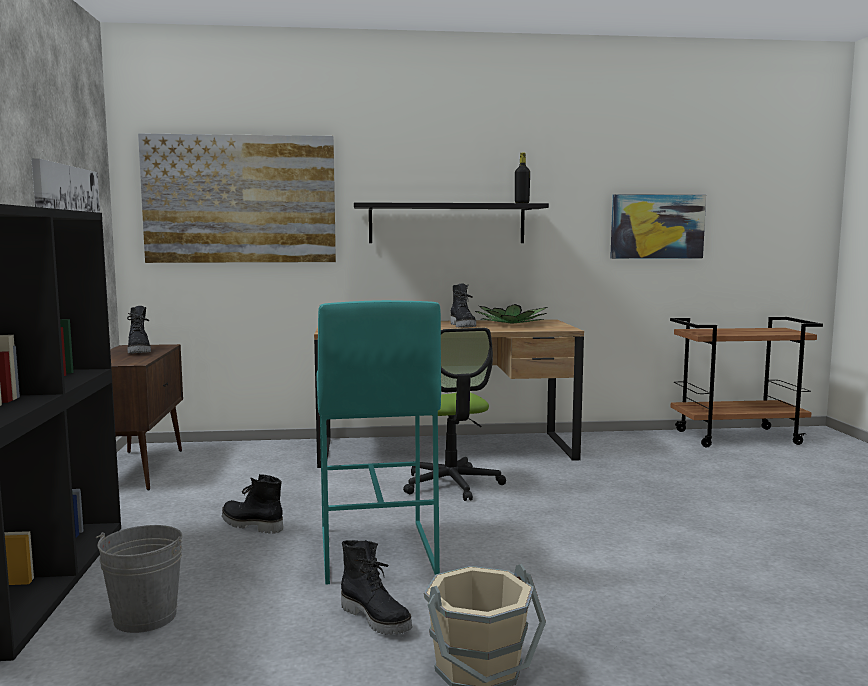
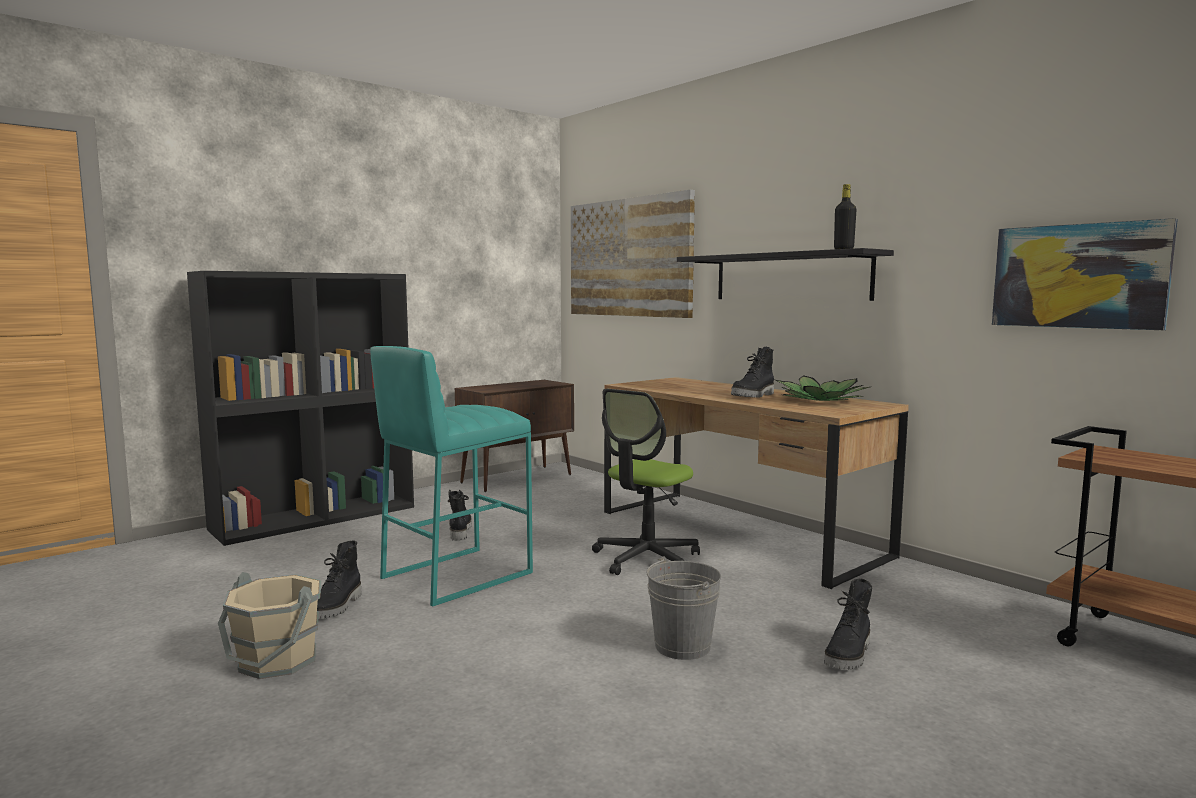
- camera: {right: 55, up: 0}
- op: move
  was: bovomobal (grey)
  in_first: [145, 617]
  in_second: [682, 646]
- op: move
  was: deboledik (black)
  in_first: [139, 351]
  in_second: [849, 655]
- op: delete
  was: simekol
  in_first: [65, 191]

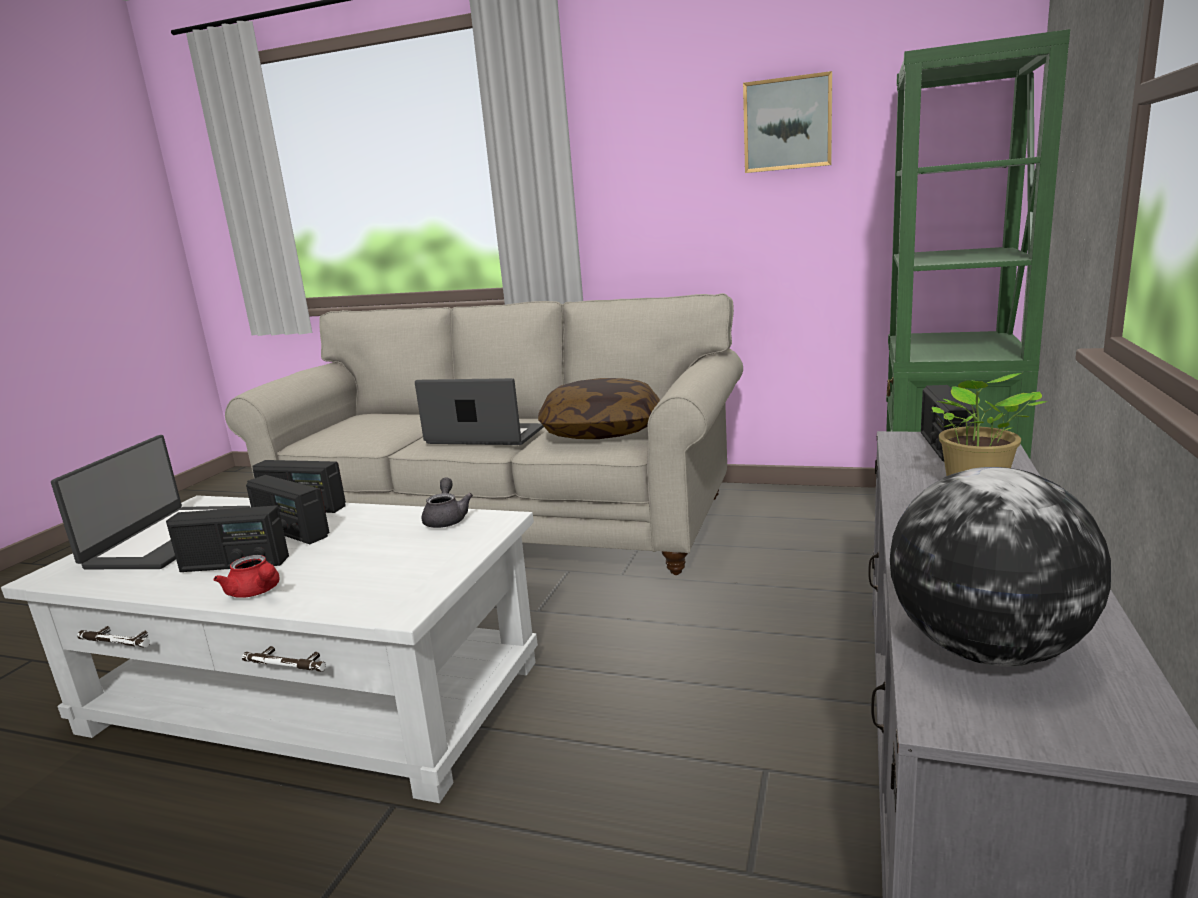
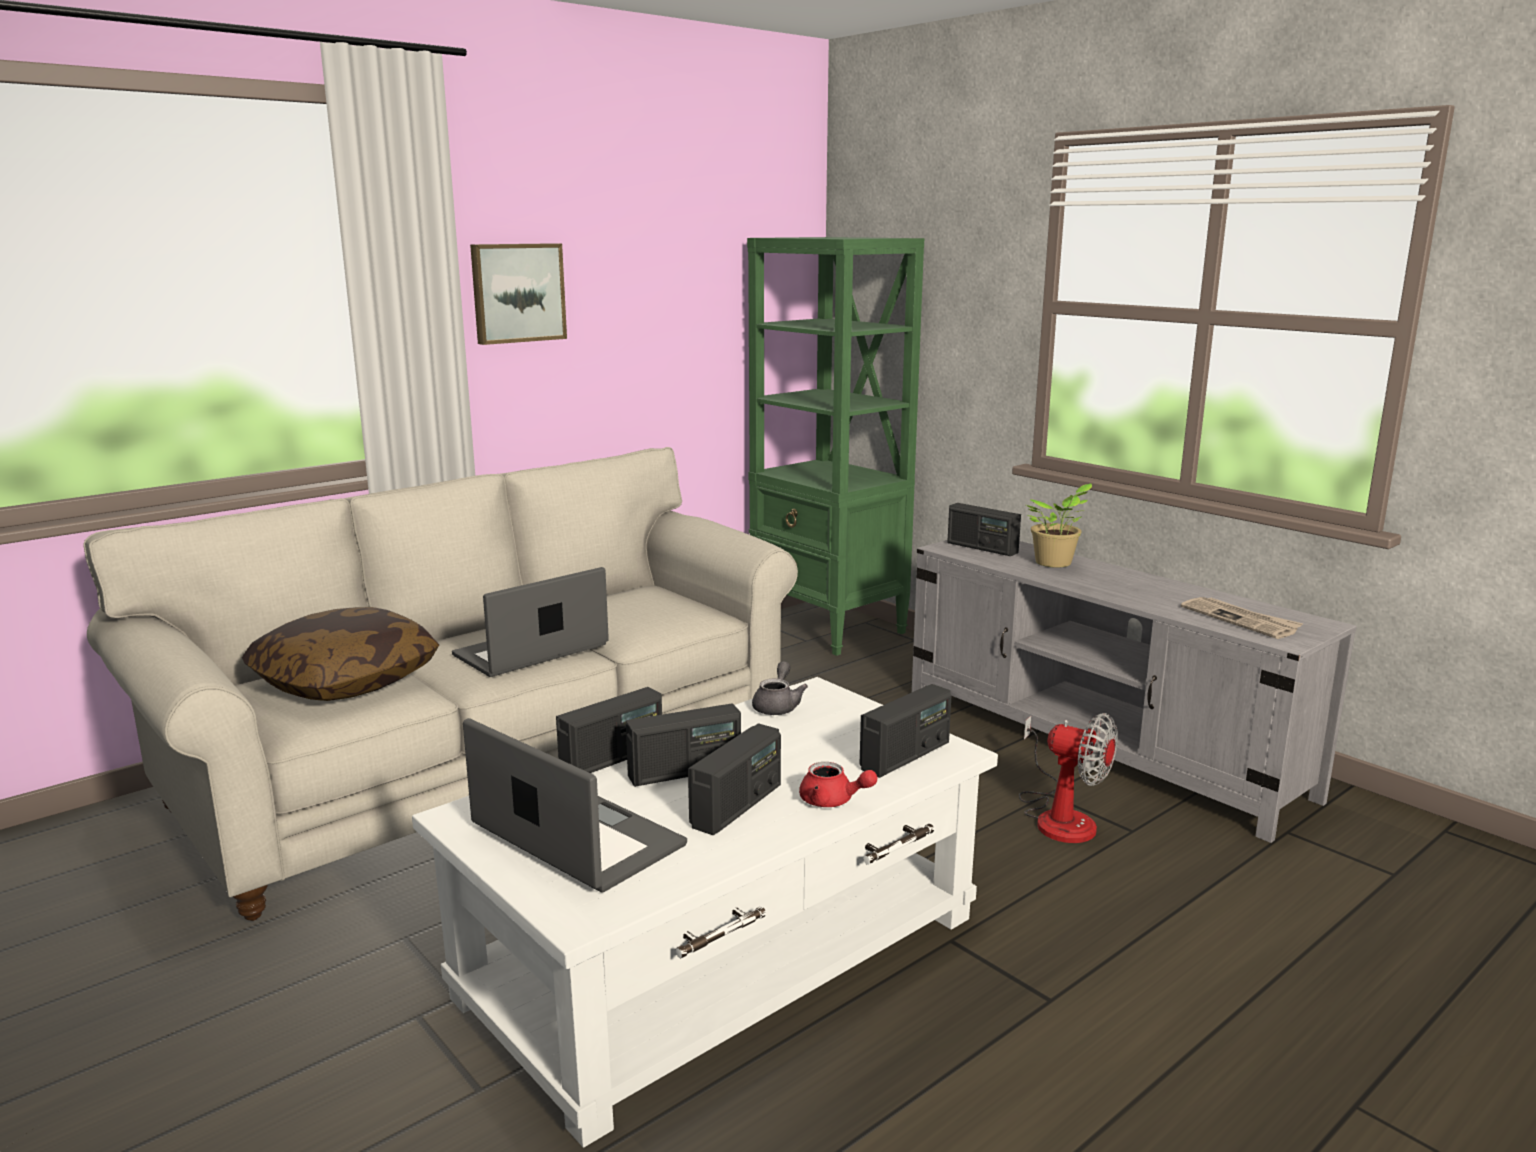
- camera: {right: -60, up: 0}
- op: move
  was: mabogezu
  in_first: [601, 430]
  in_second: [346, 681]
- op: move
  was: simekol
  in_first: [787, 124]
  in_second: [517, 293]
- op: rotate
  was: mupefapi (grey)
  in_first: [447, 519]
  in_second: [777, 706]
  clockwise: 75
- op: rotate
  was: mupefapi (red)
  in_first: [256, 592]
  in_second: [833, 801]
  clockwise: 45
- op: insert
  now: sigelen
  in_second: [906, 756]
- op: insert
  now: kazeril
  in_second: [1059, 816]
- op: replace
  was: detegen
  now: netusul
  in_first: [988, 650]
  in_second: [1241, 620]

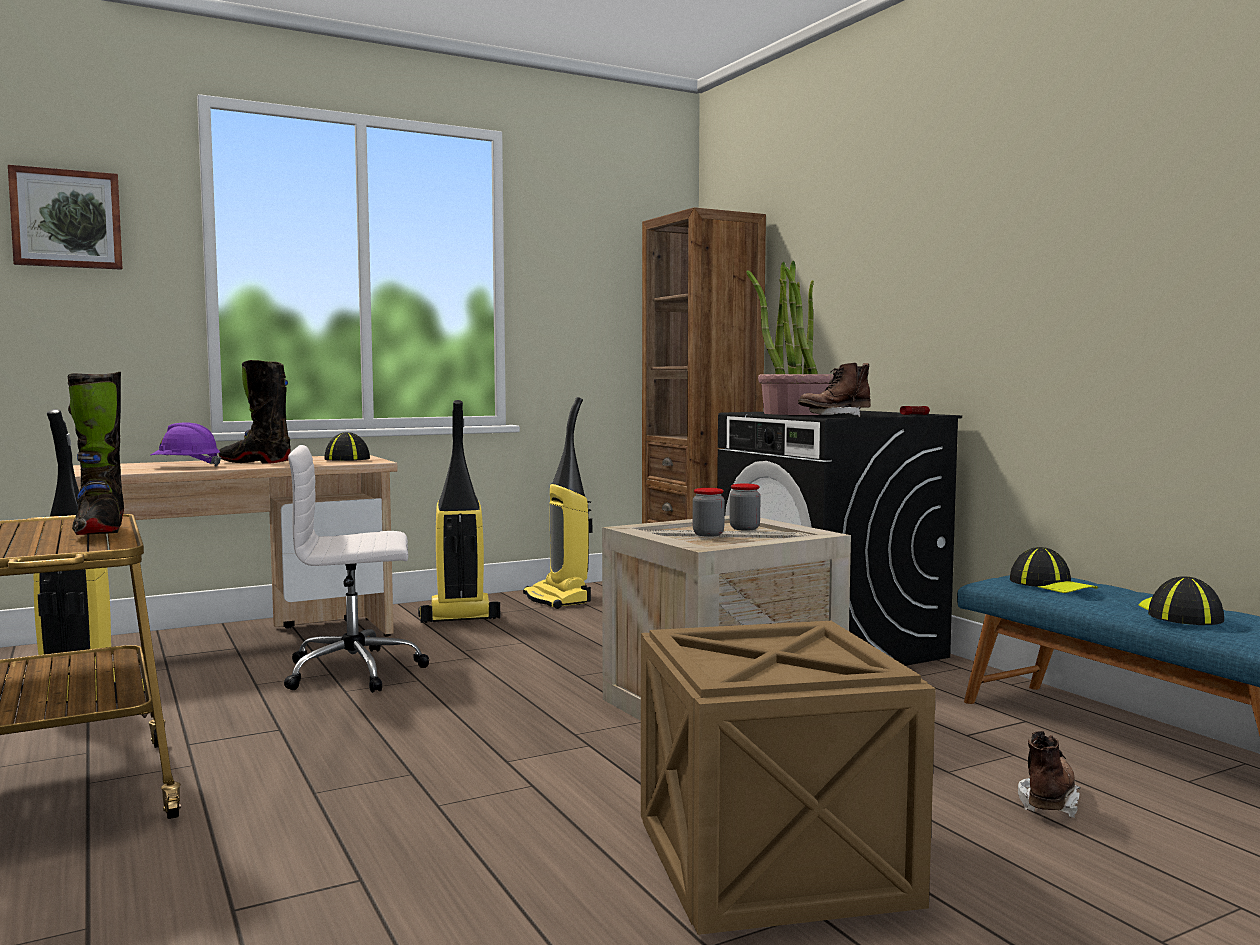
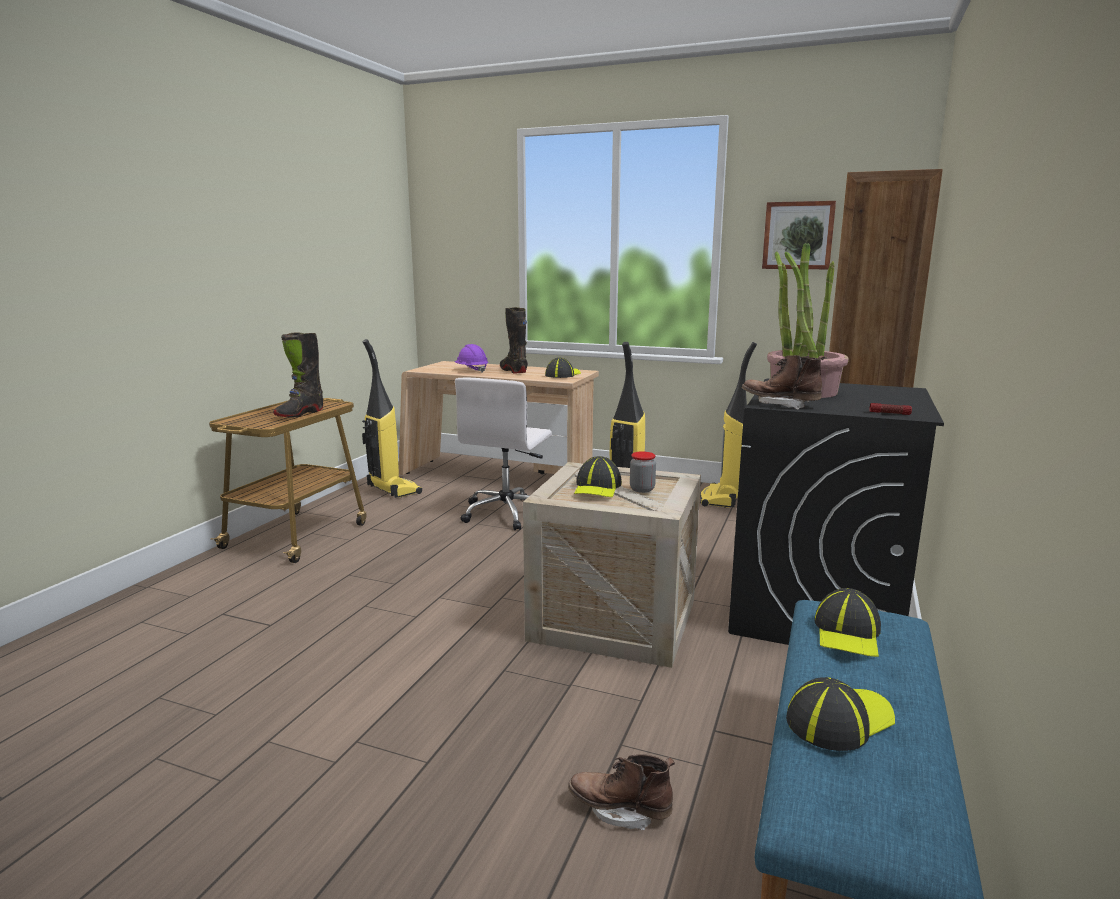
- camera: {right: 50, up: 10}
- op: rotate
  was: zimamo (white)
  in_first: [356, 671]
  in_second: [507, 513]
  clockwise: -105
- op: rotate
  was: deboledik (brown)
  in_first: [1048, 801]
  in_second: [620, 810]
  clockwise: -150
- op: replace
  was: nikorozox
  now: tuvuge
  in_first: [708, 534]
  in_second: [597, 487]
- op: move
  was: simekol
  in_first: [66, 219]
  in_second: [798, 235]
- op: delete
  was: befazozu
  in_first: [772, 866]

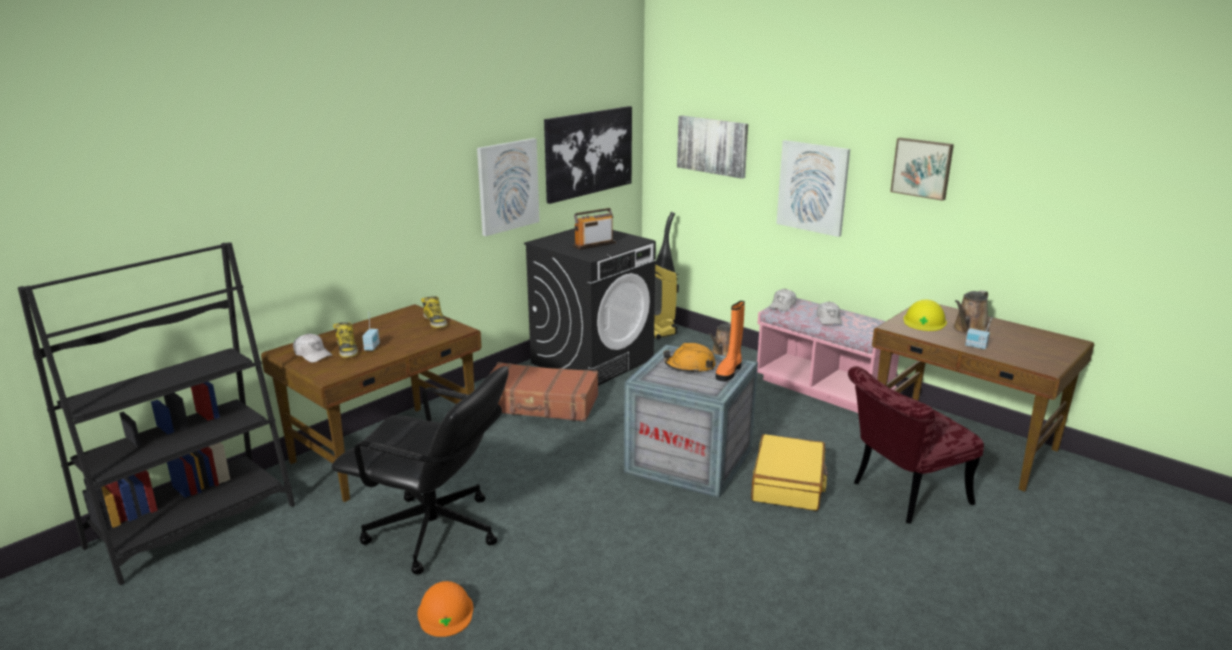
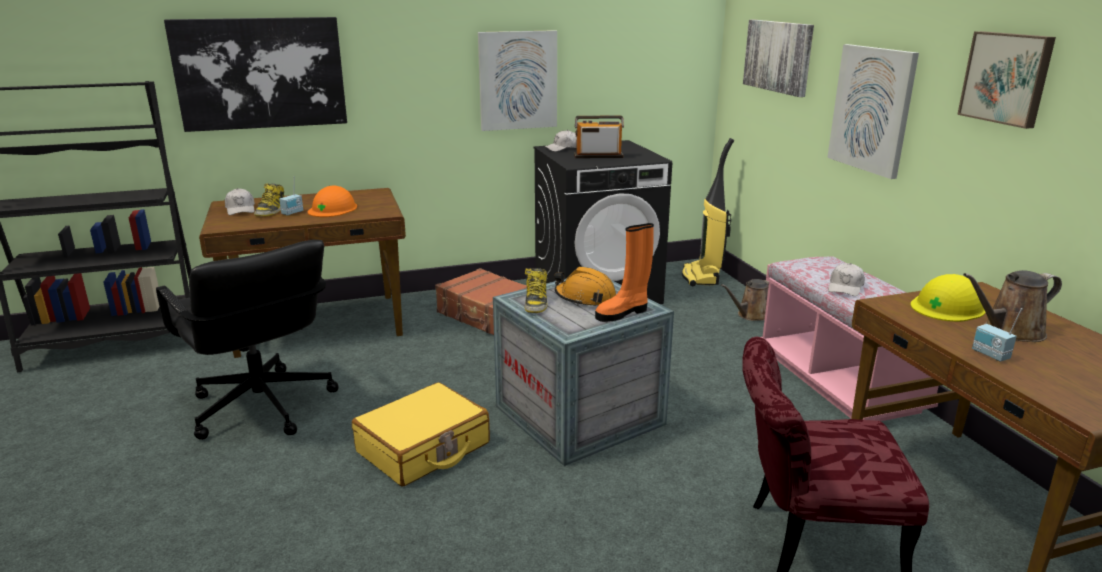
- camera: {right: 30, up: 0}
- op: move
  was: simekol
  in_first: [588, 153]
  in_second: [260, 73]
- op: move
  was: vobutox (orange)
  in_first: [445, 612]
  in_second: [333, 209]
- op: move
  was: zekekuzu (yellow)
  in_first: [788, 484]
  in_second: [423, 448]
- op: move
  was: deboledik
  in_first: [435, 321]
  in_second: [536, 302]
- op: move
  was: tuvuge (white)
  in_first: [782, 305]
  in_second: [563, 148]

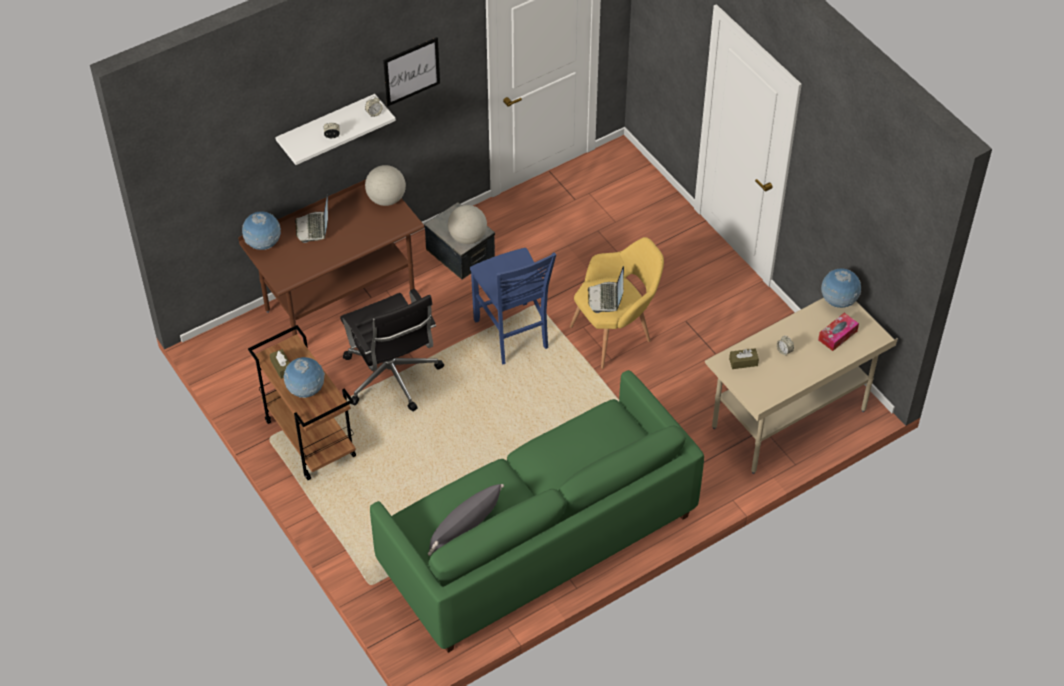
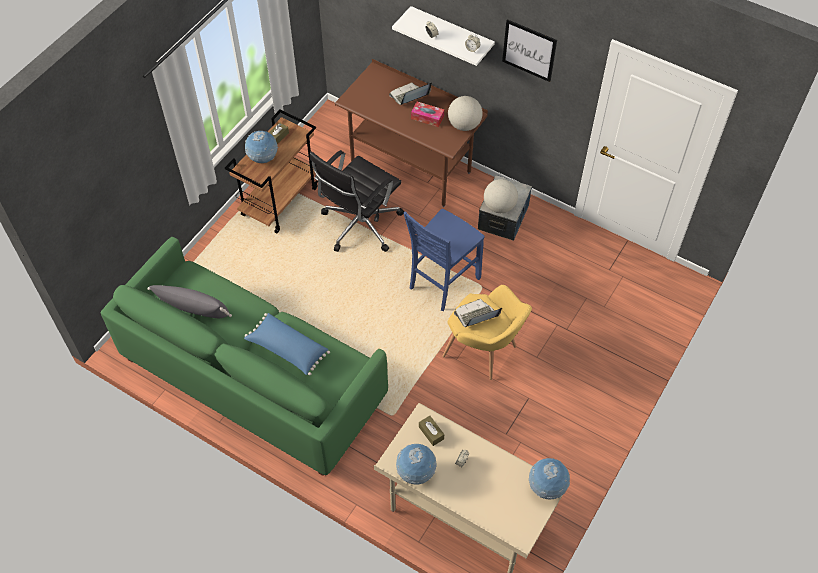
- camera: {right: 65, up: 5}
- op: insert
  now: mabogezu (blue)
  in_second: [287, 349]
- op: move
  was: detegen
  in_first: [263, 245]
  in_second: [416, 473]
- op: move
  was: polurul
  in_first: [837, 335]
  in_second: [427, 117]

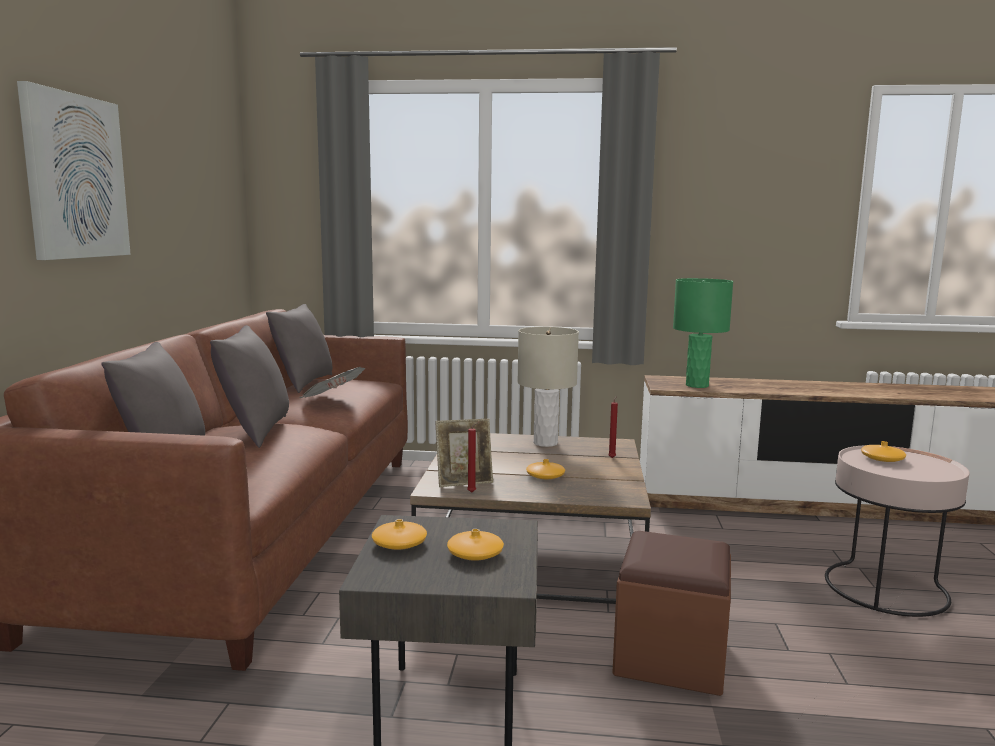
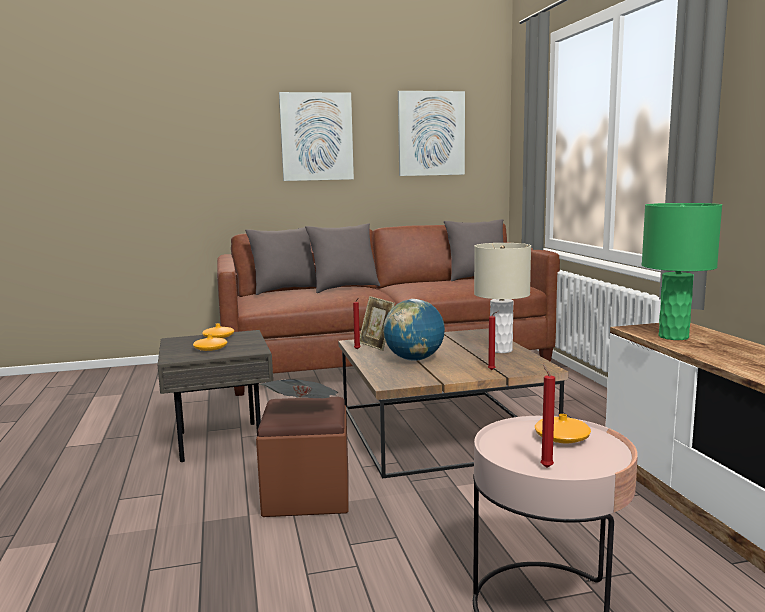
- camera: {right: 70, up: 0}
- op: move
  was: netusul
  in_first: [332, 400]
  in_second: [303, 410]
- op: replace
  was: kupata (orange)
  now: detegen
  in_first: [545, 476]
  in_second: [414, 359]
- op: insert
  now: simekol
  in_second: [431, 133]
- op: insert
  now: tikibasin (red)
  in_second: [545, 466]

